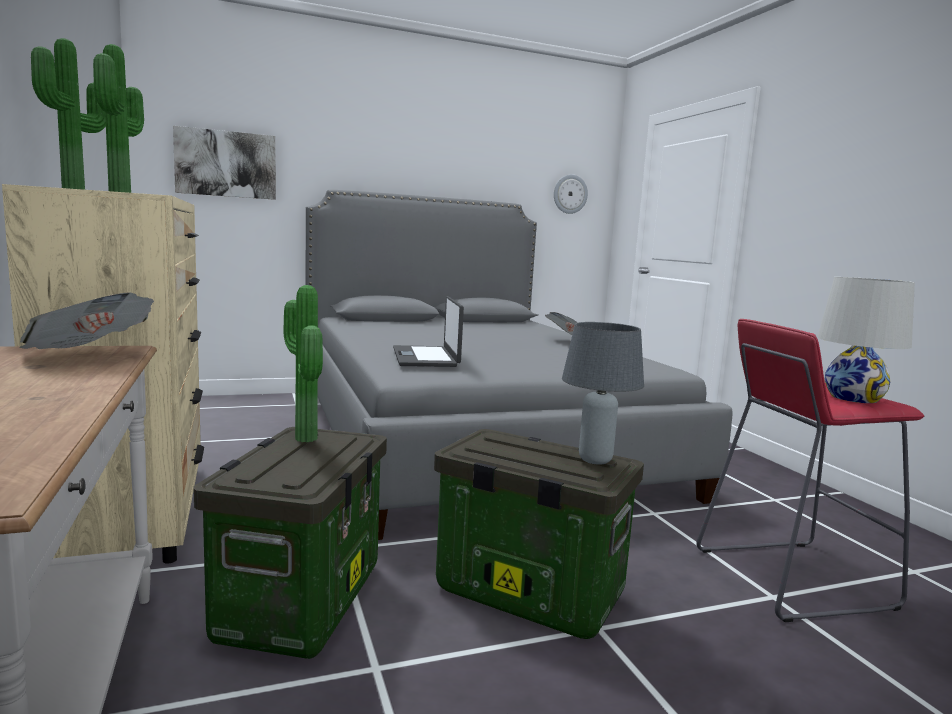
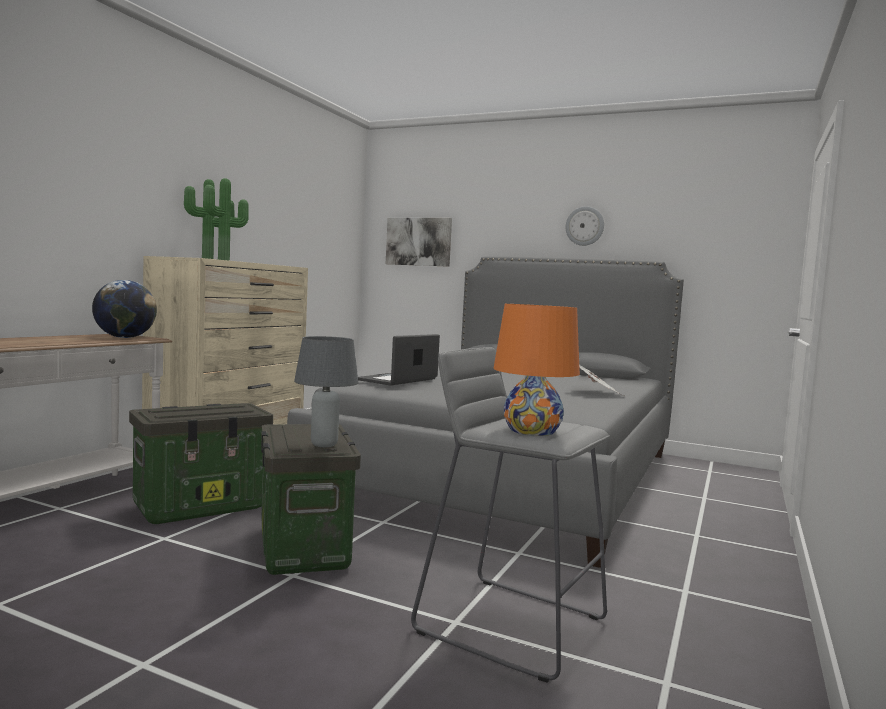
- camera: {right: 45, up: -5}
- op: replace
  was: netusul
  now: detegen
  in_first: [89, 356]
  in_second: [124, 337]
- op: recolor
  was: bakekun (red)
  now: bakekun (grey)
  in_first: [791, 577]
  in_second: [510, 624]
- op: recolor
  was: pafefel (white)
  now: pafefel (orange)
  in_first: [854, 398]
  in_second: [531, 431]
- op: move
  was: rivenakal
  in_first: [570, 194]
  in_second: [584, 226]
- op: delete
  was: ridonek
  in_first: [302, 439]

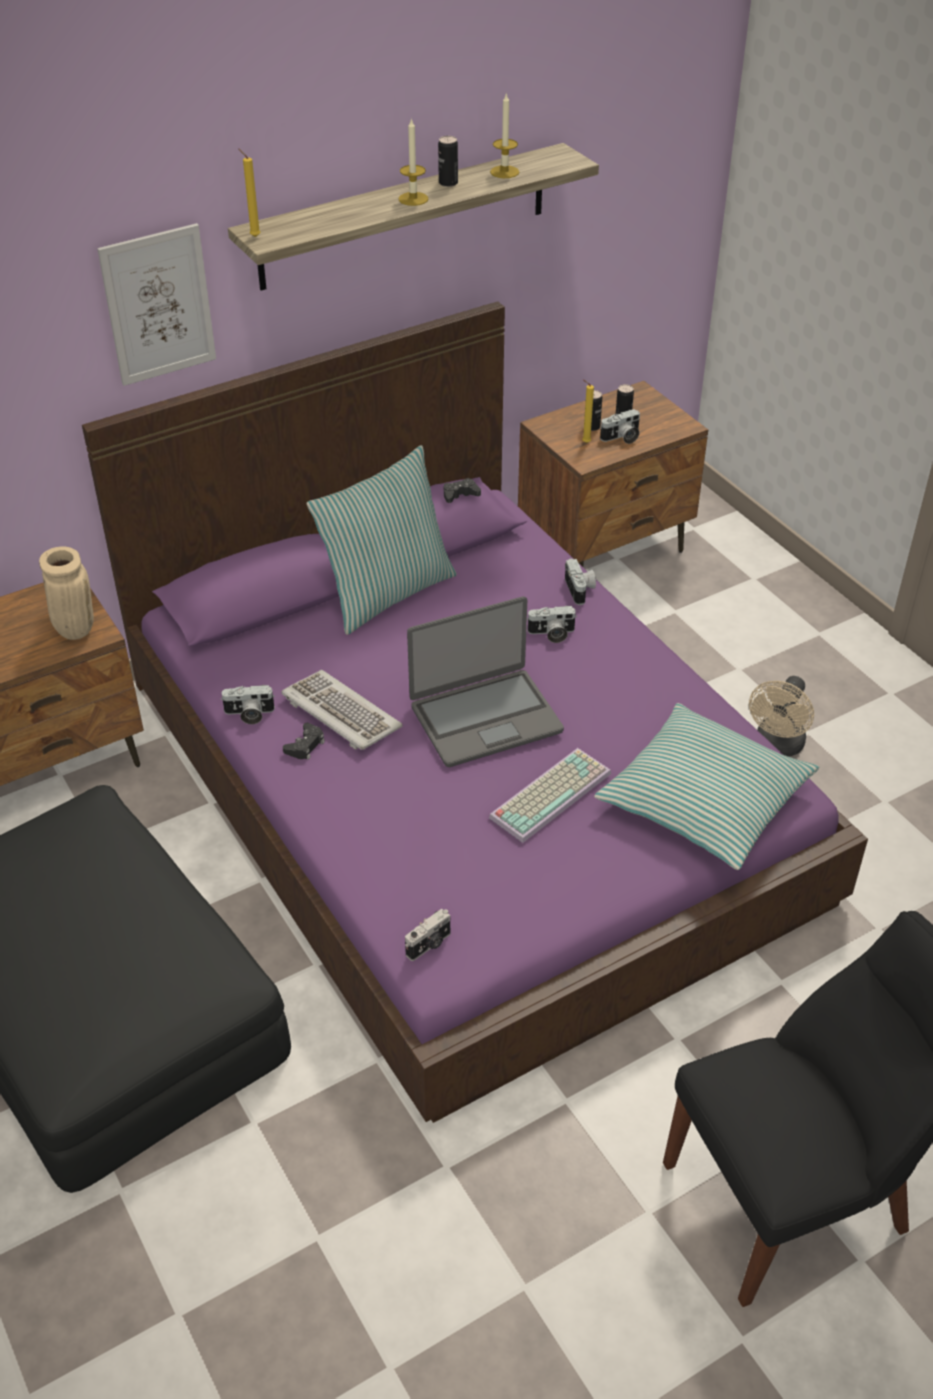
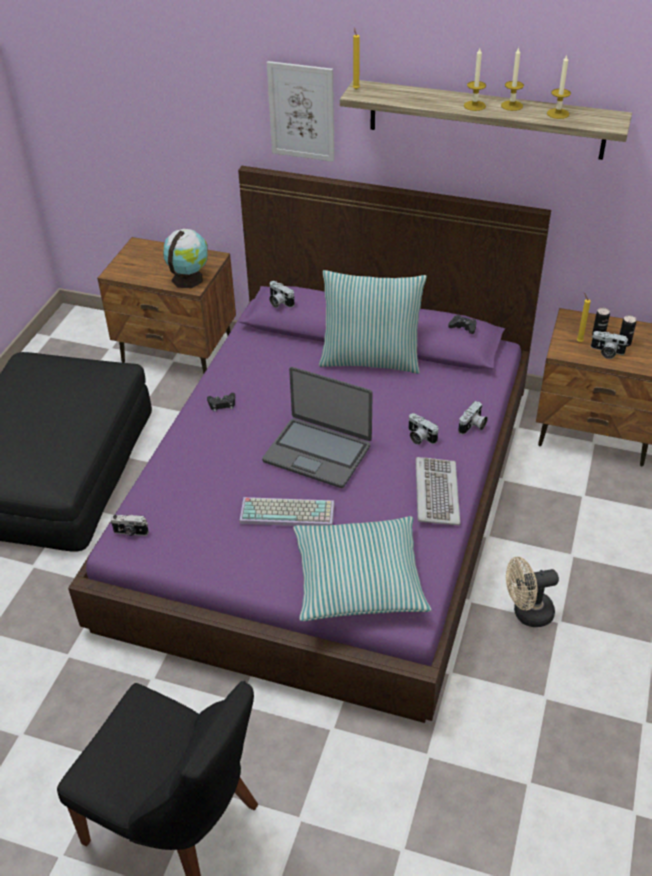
- camera: {right: 50, up: 0}
- op: replace
  was: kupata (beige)
  now: detegen
  in_first: [74, 628]
  in_second: [188, 278]
- op: move
  was: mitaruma
  in_first: [249, 714]
  in_second: [279, 302]
- op: move
  was: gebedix
  in_first: [340, 714]
  in_second: [435, 493]
- op: replace
  was: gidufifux
  now: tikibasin
  in_first: [448, 183]
  in_second: [512, 105]

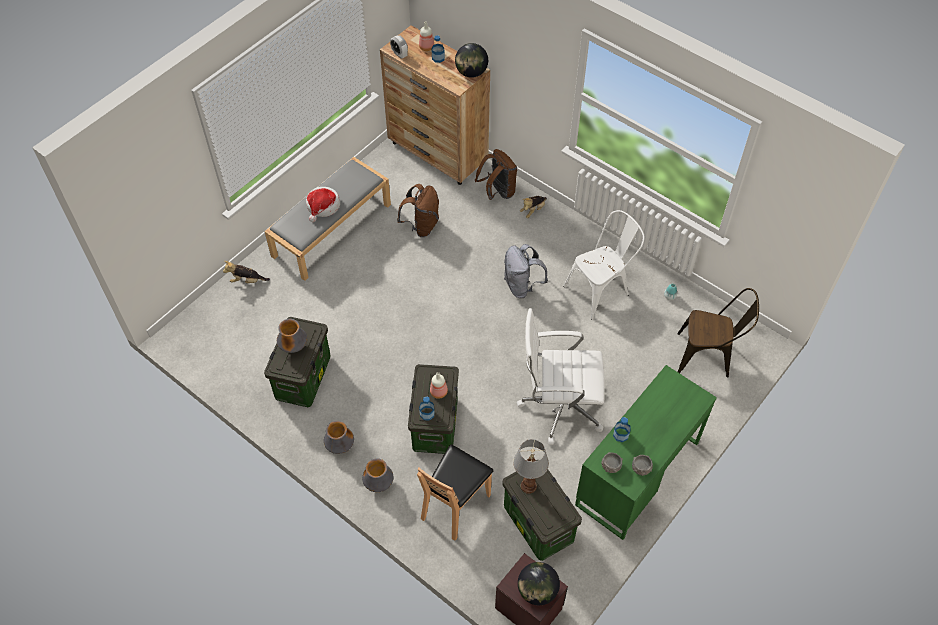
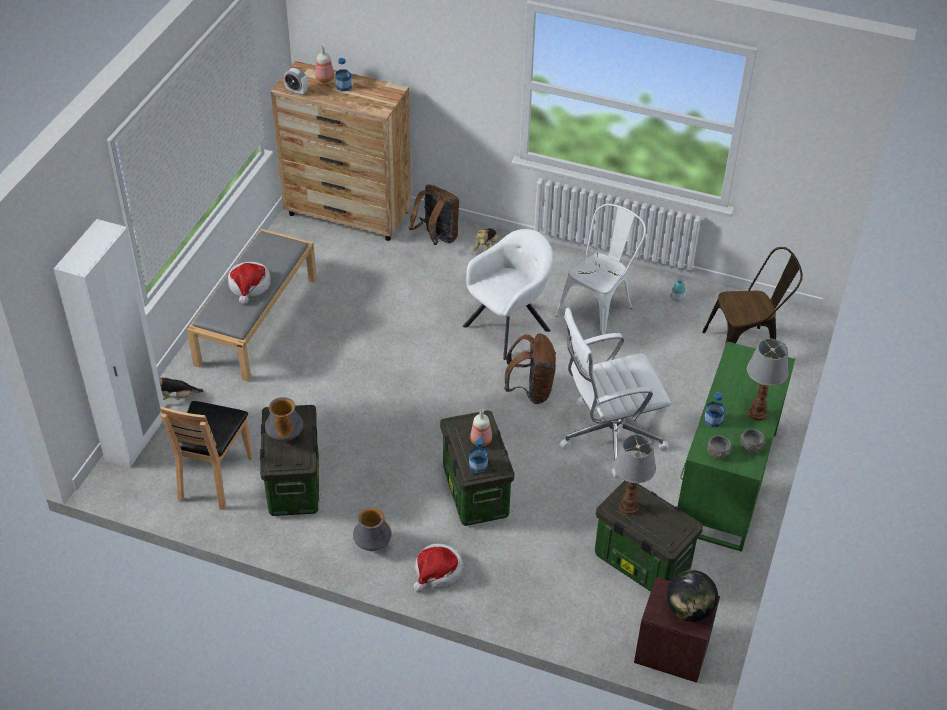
- camera: {right: -20, up: -10}
- op: insert
  now: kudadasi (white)
  in_second: [136, 439]
- op: move
  was: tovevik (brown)
  in_first: [455, 505]
  in_second: [214, 477]
- op: replace
  was: kupata
  now: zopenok
  in_first: [379, 484]
  in_second: [438, 572]
- op: replace
  was: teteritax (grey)
  now: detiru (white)
  in_first: [522, 286]
  in_second: [509, 326]
- op: move
  was: teteritax (brown)
  in_first: [421, 226]
  in_second: [531, 391]
- op: insert
  now: pafefel
  in_second: [757, 413]
- op: delete
  was: detegen
  in_first: [471, 73]

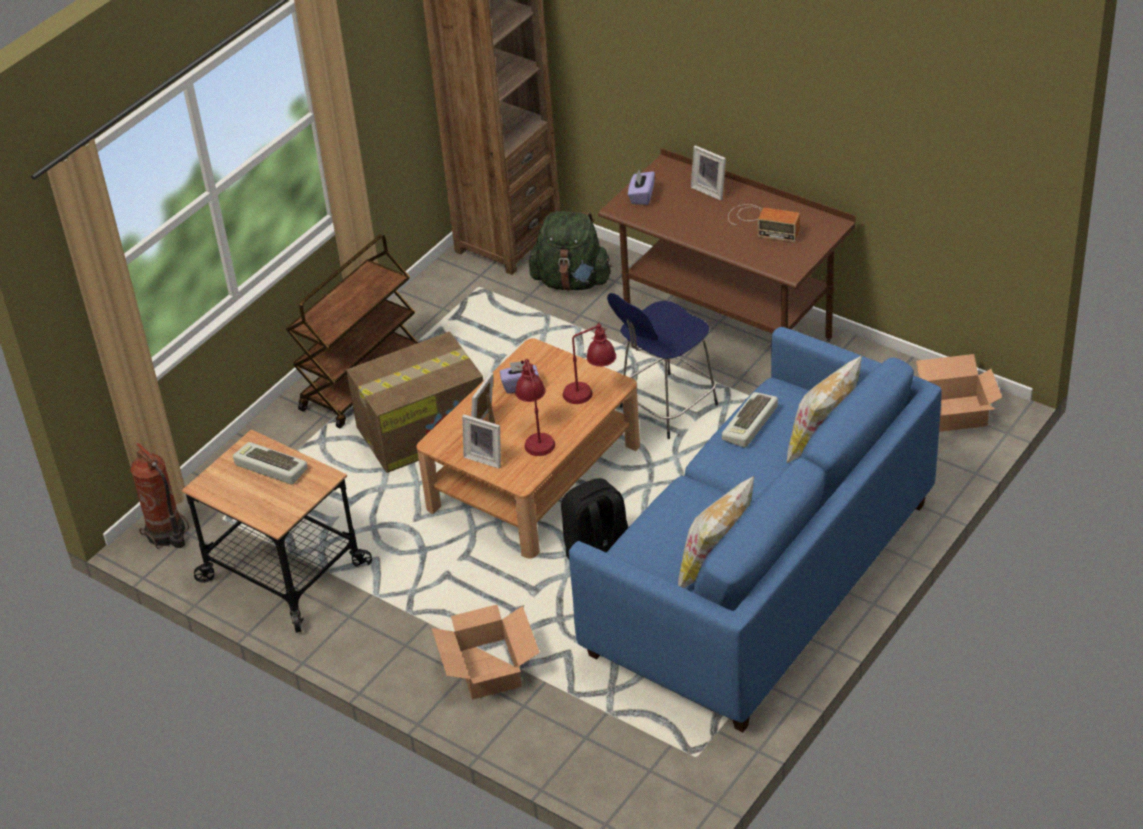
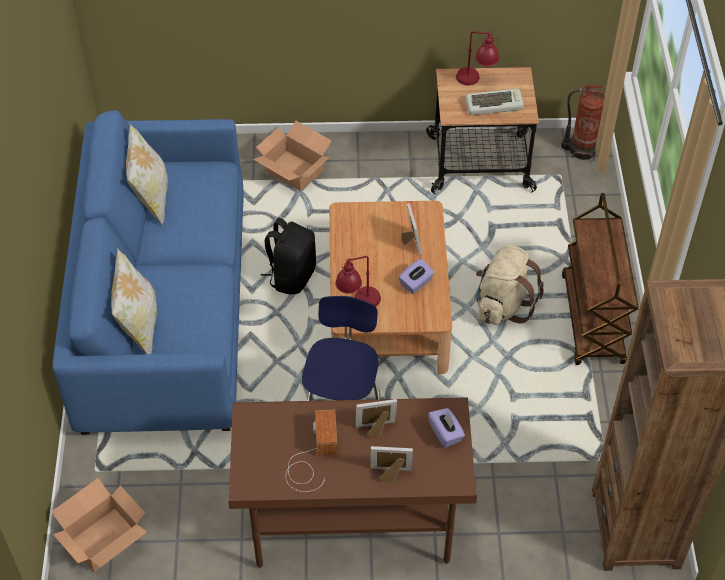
- camera: {right: 140, up: 10}
- op: rotate
  was: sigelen
  in_first: [762, 223]
  in_second: [312, 457]
  clockwise: 105
- op: move
  was: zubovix
  in_first: [485, 457]
  in_second: [376, 430]
- op: move
  was: pafefel (red)
  in_first: [536, 436]
  in_second: [476, 81]
- op: replace
  was: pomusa
  now: teteritax (beige)
  in_first: [424, 430]
  in_second: [503, 305]
- op: delete
  was: teteritax (green)
  in_first: [572, 281]
- op: delete
  was: gebedix
  in_first: [751, 424]

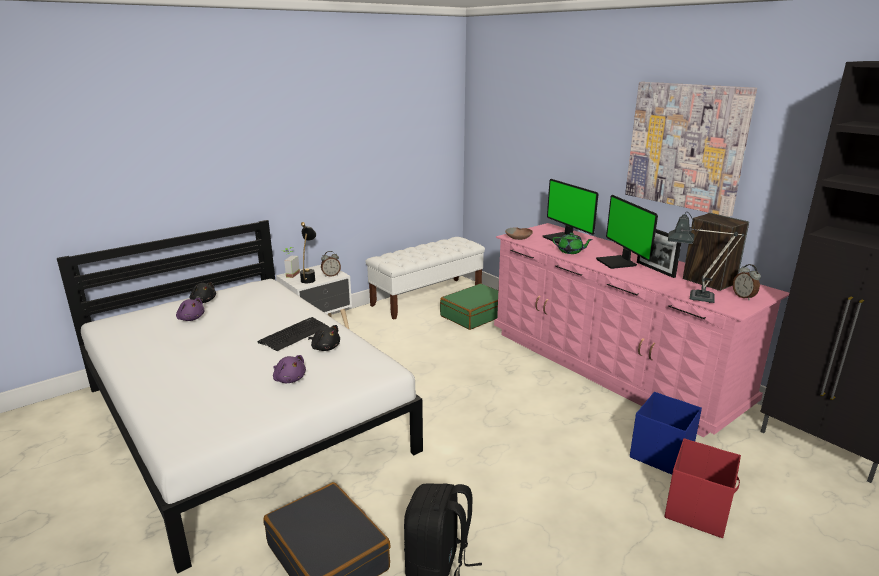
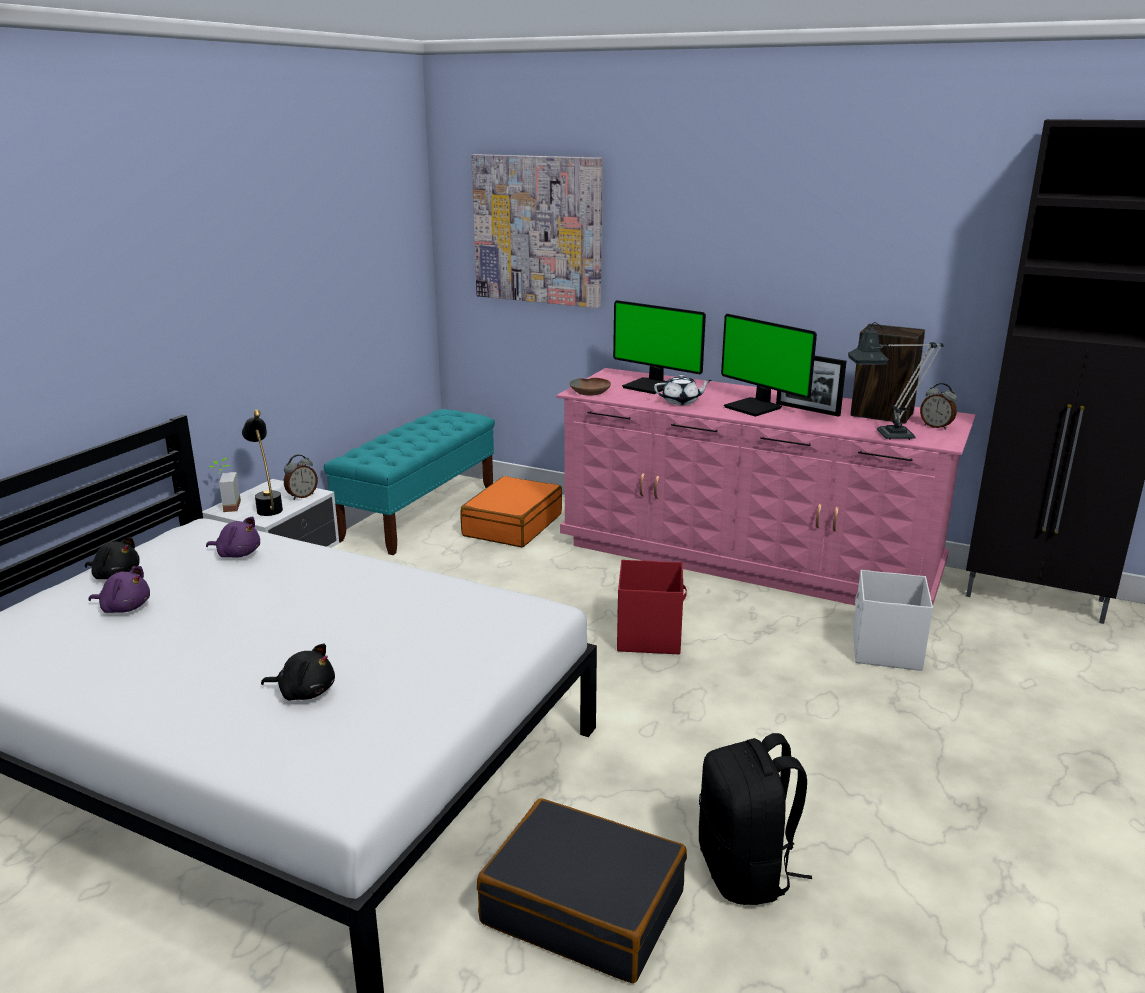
- camera: {right: -25, up: 0}
- op: move
  was: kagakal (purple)
  in_first: [289, 379]
  in_second: [237, 554]
- op: move
  was: kagakal (black)
  in_first: [325, 348]
  in_second: [304, 692]
- op: recolor
  was: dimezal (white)
  now: dimezal (turquoise)
  in_first: [427, 298]
  in_second: [419, 513]
- op: recolor
  was: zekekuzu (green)
  now: zekekuzu (orange)
  in_first: [474, 315]
  in_second: [512, 525]
- op: move
  was: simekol
  in_first: [686, 146]
  in_second: [538, 230]
- op: move
  was: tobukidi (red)
  in_first: [698, 509]
  in_second: [649, 636]
- op: recolor
  was: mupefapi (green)
  now: mupefapi (white)
  in_first: [570, 251]
  in_second: [681, 402]
- op: recolor
  was: tobukidi (blue)
  now: tobukidi (white)
  in_first: [660, 454]
  in_second: [885, 650]
- op: delete
  was: gebedix
  in_first: [294, 334]

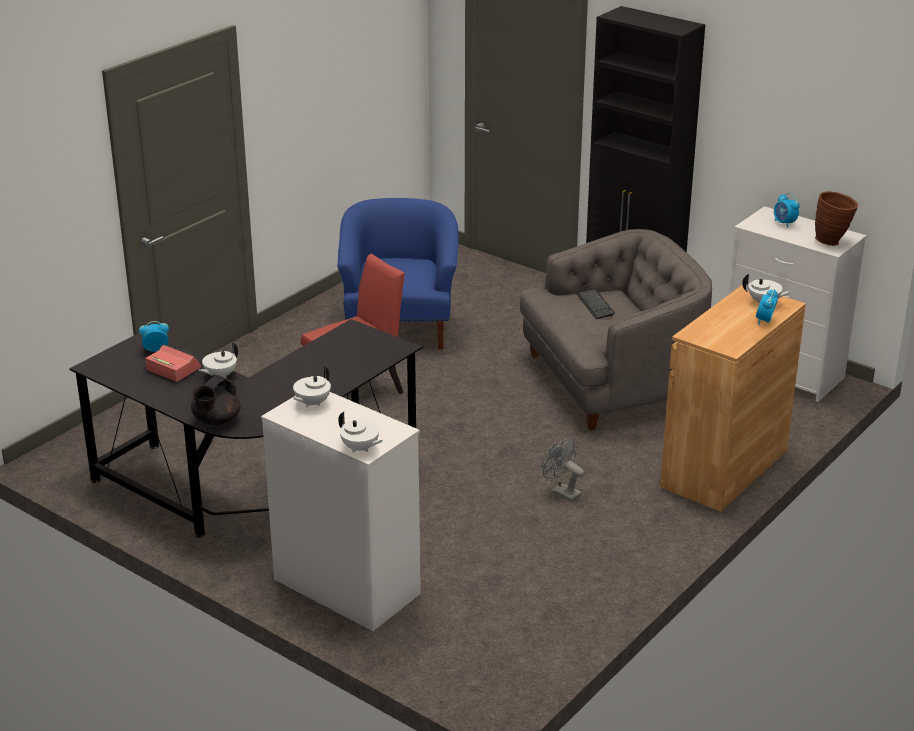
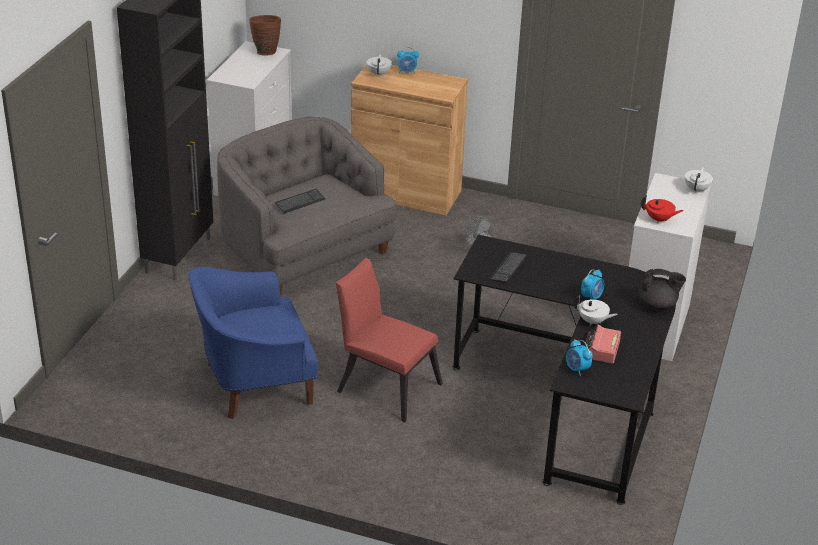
- camera: {right: -110, up: 5}
- op: insert
  now: gebedix
  in_second: [508, 268]
- op: move
  was: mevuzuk
  in_first: [784, 223]
  in_second: [591, 297]
- op: recolor
  was: mupefapi (white)
  now: mupefapi (red)
  in_first: [312, 403]
  in_second: [659, 219]

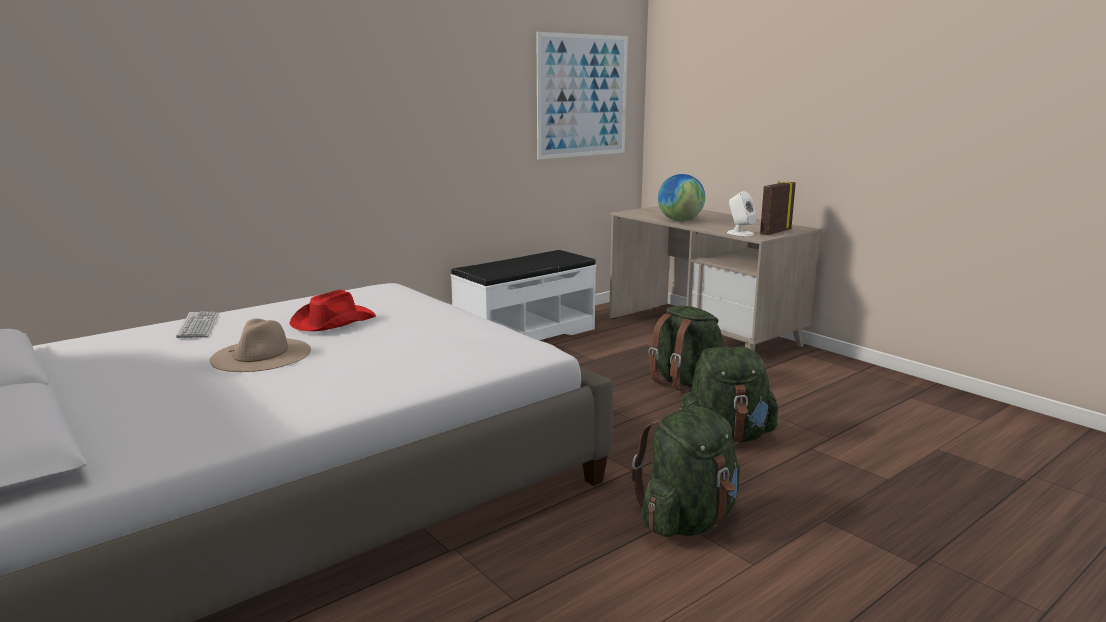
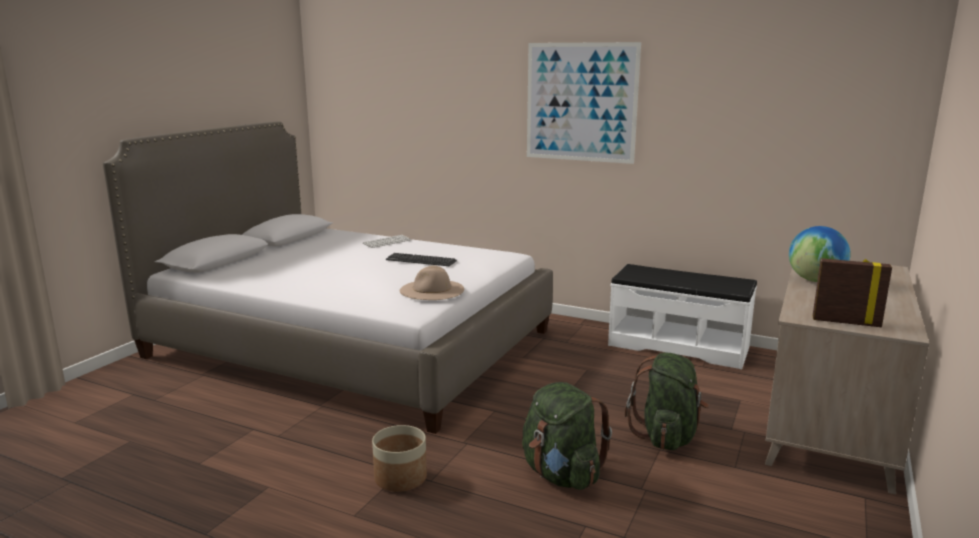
- camera: {right: 65, up: 0}
- op: replace
  was: teteritax (green)
  now: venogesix
  in_first: [687, 520]
  in_second: [401, 478]
- op: replace
  was: zopenok (red)
  now: gebedix
  in_first: [332, 321]
  in_second: [421, 260]
- op: move
  was: zopenok (beige)
  in_first: [261, 355]
  in_second: [432, 290]
- op: move
  was: simekol
  in_first: [583, 96]
  in_second: [581, 102]
- op: delete
  was: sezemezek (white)
  in_first: [740, 233]

